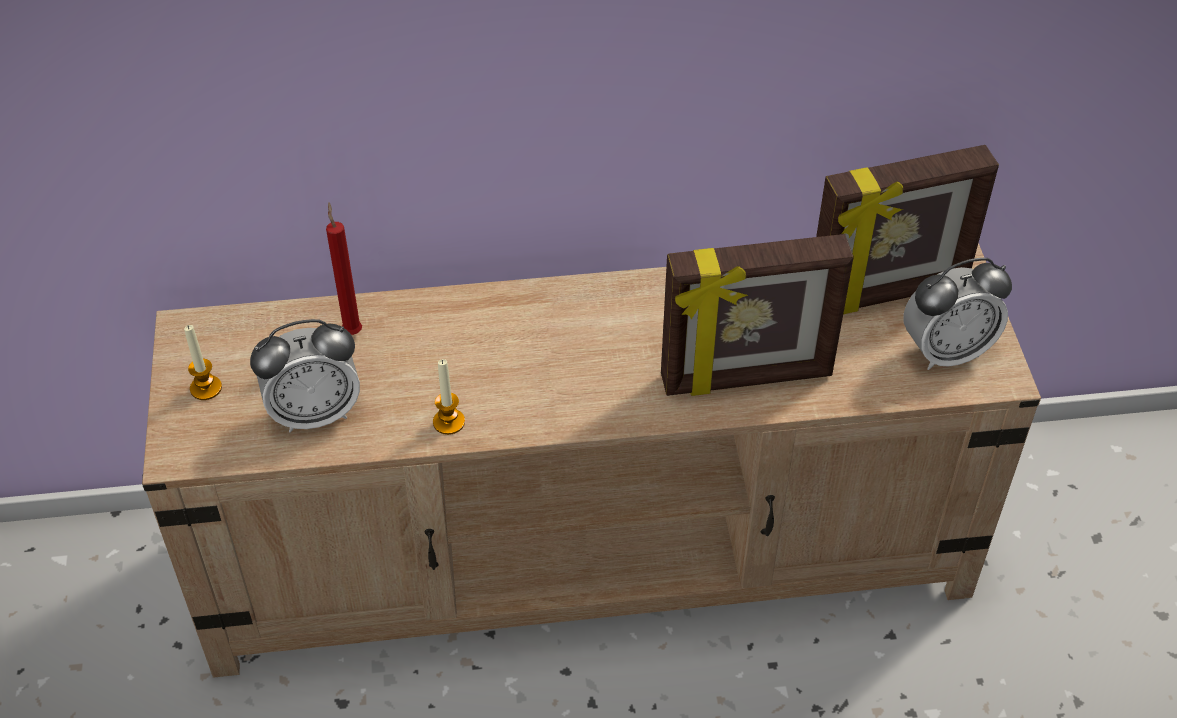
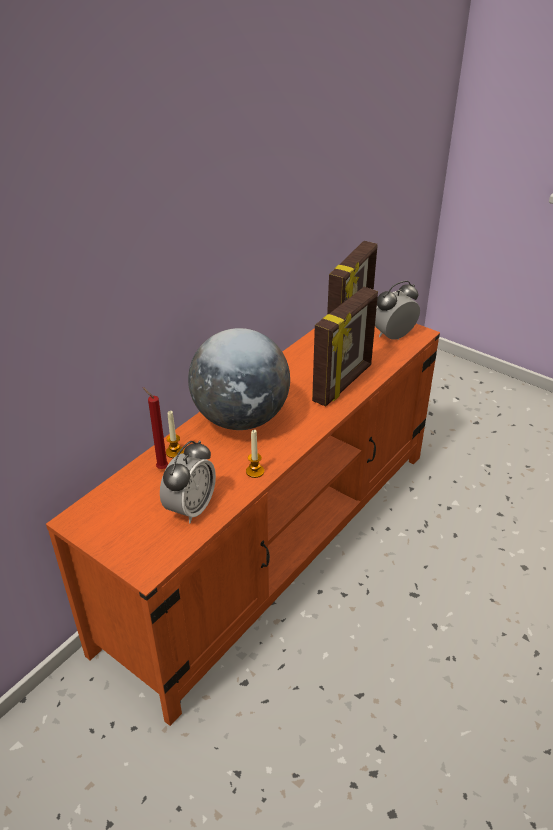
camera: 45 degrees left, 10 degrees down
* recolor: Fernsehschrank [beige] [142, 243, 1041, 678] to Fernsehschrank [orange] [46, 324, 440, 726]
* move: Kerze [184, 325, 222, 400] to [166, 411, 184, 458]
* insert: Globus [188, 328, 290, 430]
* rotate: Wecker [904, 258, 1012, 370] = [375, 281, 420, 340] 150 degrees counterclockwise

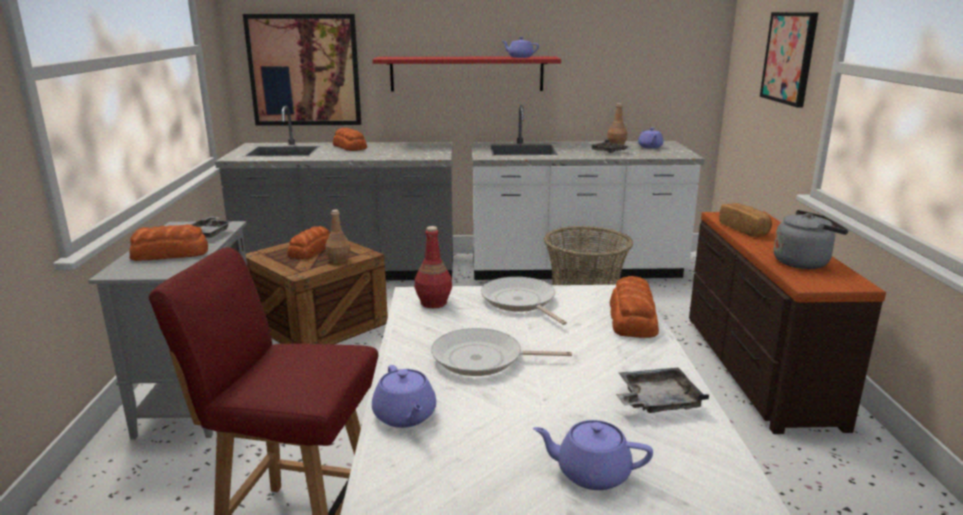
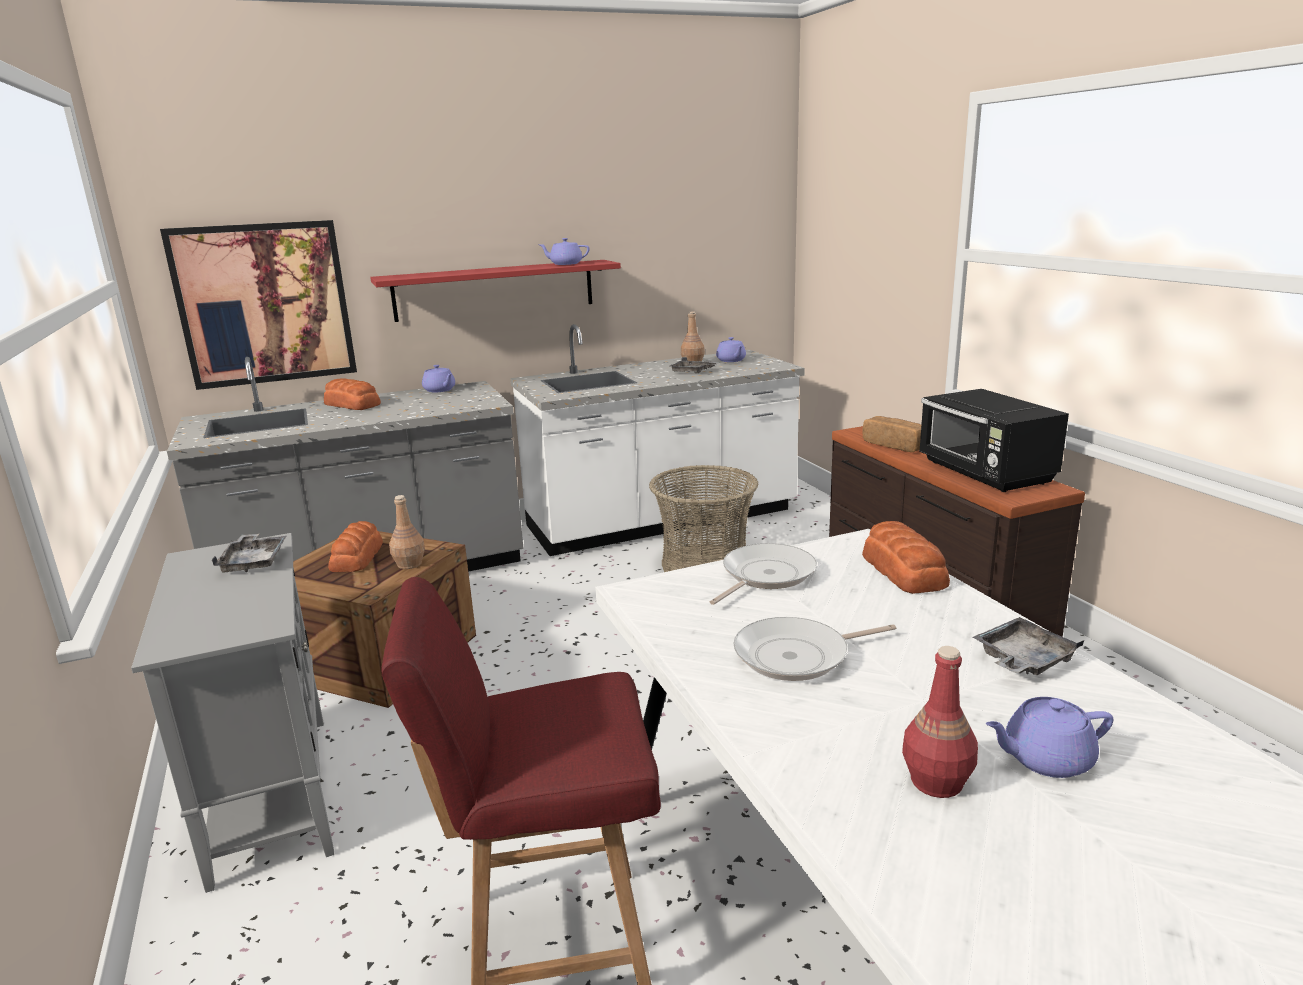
camera: 20 degrees left, 0 degrees up
* move: Teekanne [lila] [372, 365, 436, 428] to [422, 365, 455, 392]
* rotate: Pfanne [481, 277, 567, 325] = [710, 543, 817, 605] 90 degrees clockwise
* move: Flasche [rot] [415, 226, 452, 308] to [902, 646, 978, 798]
* replace: Wasserkessel [grau] [774, 210, 849, 269] to Mikrowelle [schwarz] [919, 389, 1069, 492]
* delete: Brot [129, 225, 208, 261]
* delete: Bild [760, 12, 818, 107]

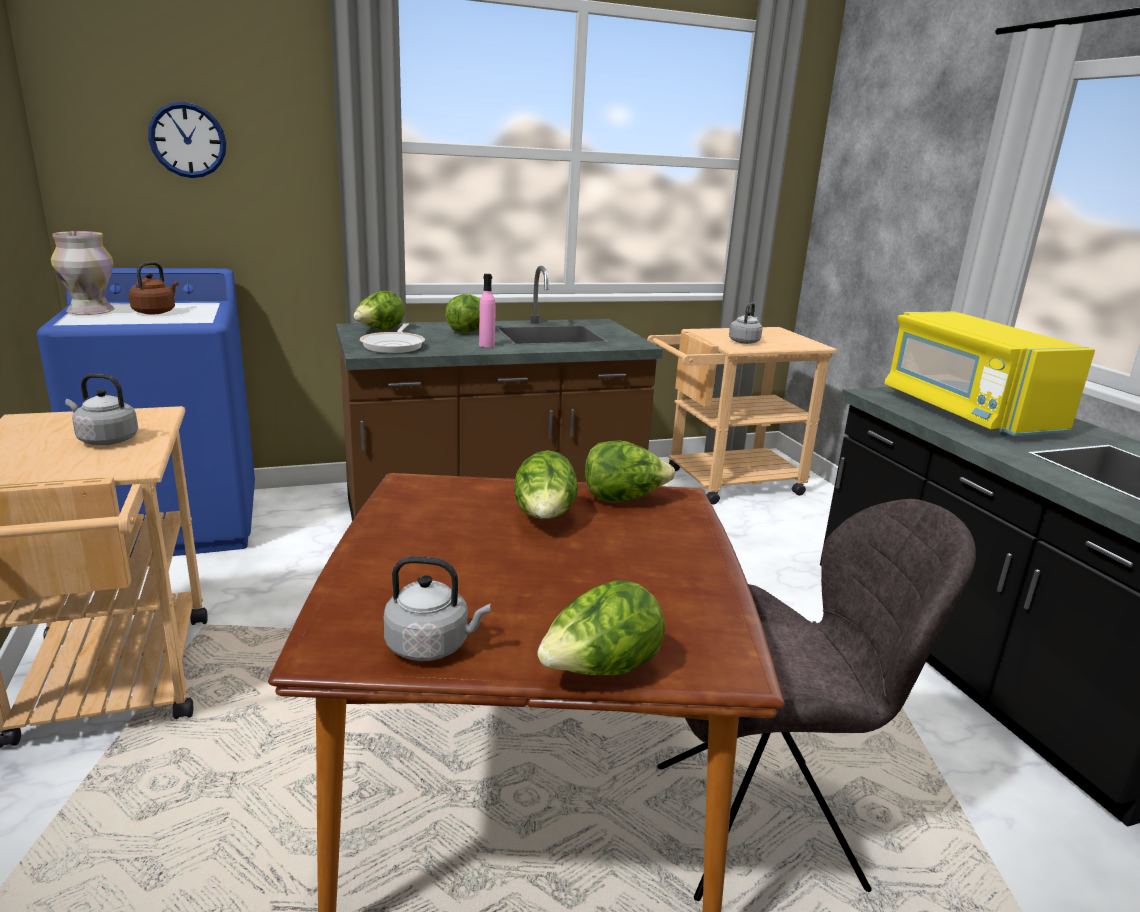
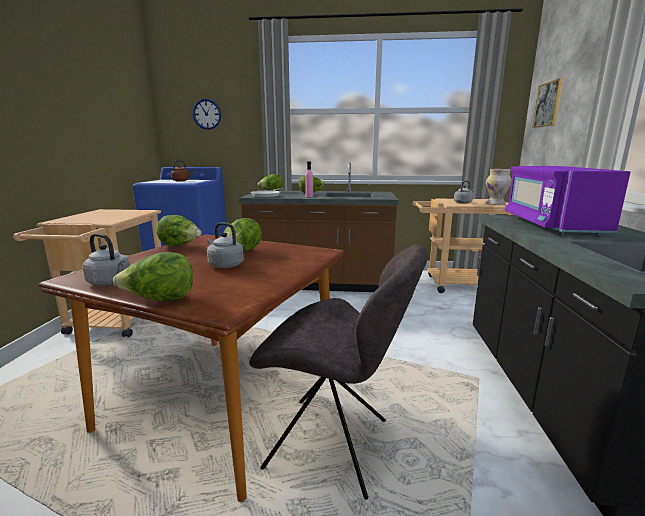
camera: 25 degrees right, 5 degrees down
* move: Salatkopf [585, 440, 675, 503] to [156, 215, 202, 247]
* move: Wasserkessel [grau] [65, 374, 138, 445] to [207, 222, 244, 268]
* move: Vase [51, 231, 115, 315] to [486, 169, 512, 205]
* recolor: Mikrowelle [gelb] [884, 312, 1095, 436] to Mikrowelle [lila] [505, 166, 631, 235]
* insert: Bild [533, 78, 563, 128]

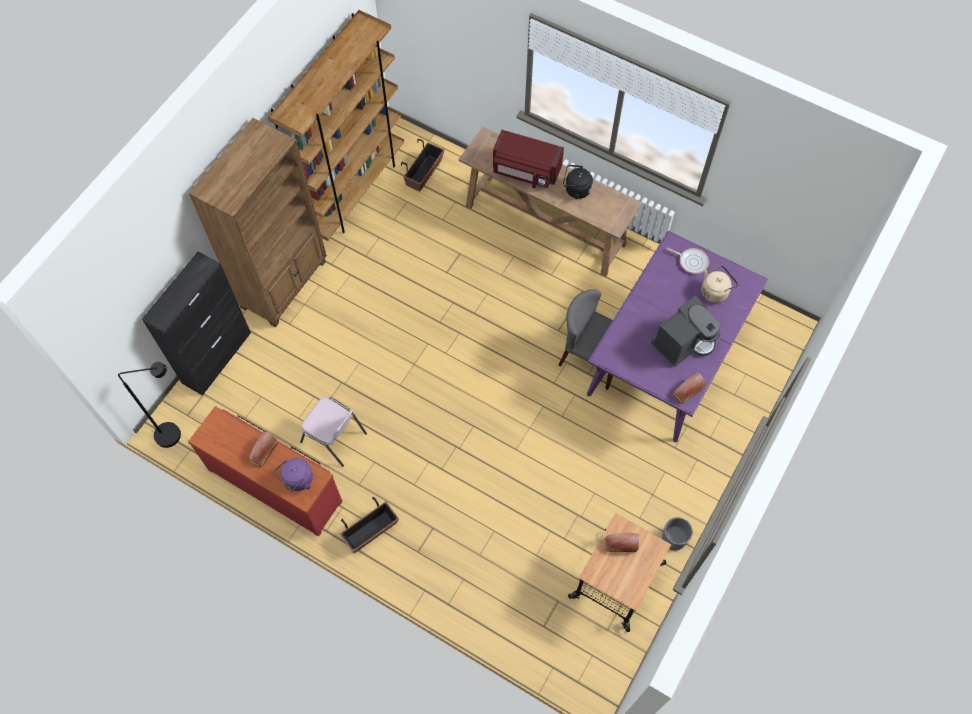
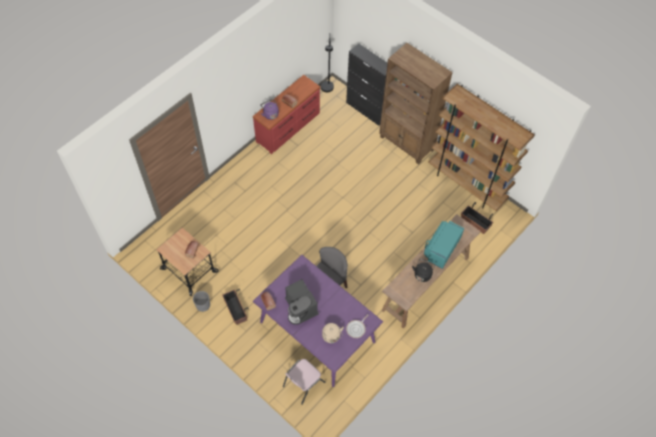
camera: 100 degrees right, 5 degrees down
* move: Pflanzkübel [340, 497, 399, 553] to [222, 289, 249, 325]
* move: Stuhl [rosa] [300, 397, 367, 467] to [283, 359, 325, 405]
* recolor: Mikrowelle [rot] [493, 130, 564, 188] to Mikrowelle [türkis] [424, 221, 464, 269]

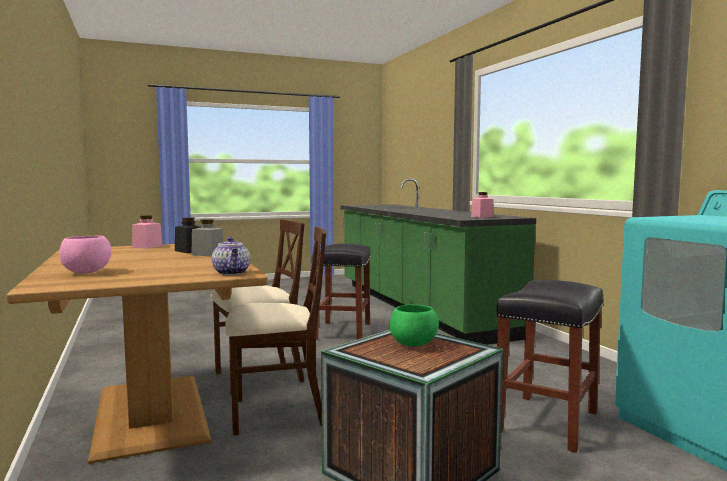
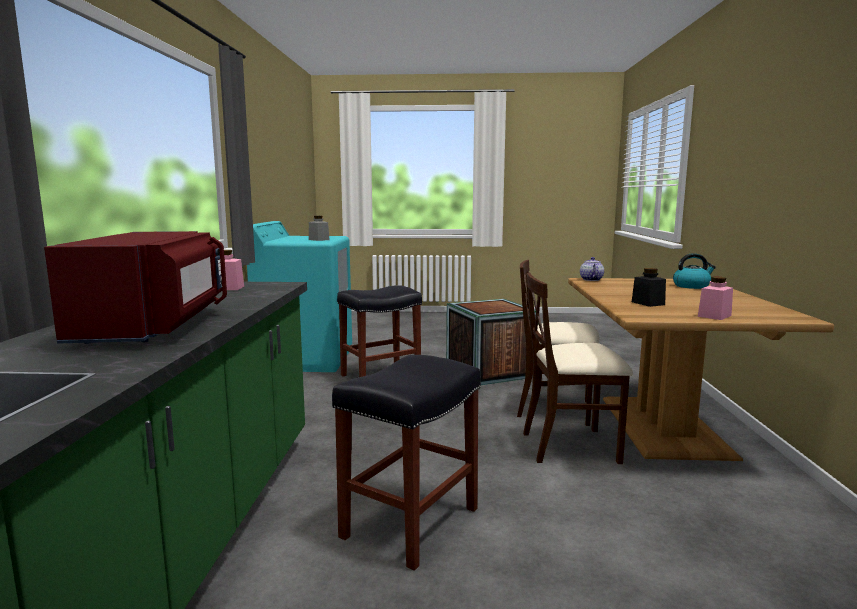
camera: 155 degrees left, 5 degrees up
* insert: Mikrowelle [rot] [44, 231, 227, 344]
* move: Vorratsglas [grau] [192, 219, 223, 257] to [309, 216, 330, 241]
* replace: Schüssel [rosa] [59, 235, 112, 273] to Wasserkessel [673, 253, 716, 289]
* delete: Schüssel [grün] [390, 305, 439, 346]

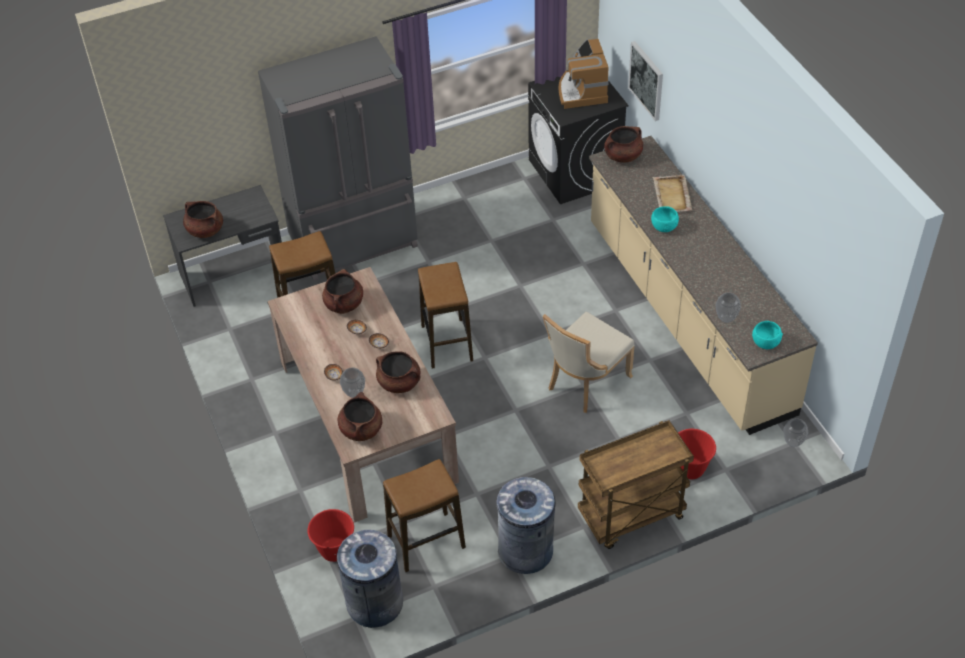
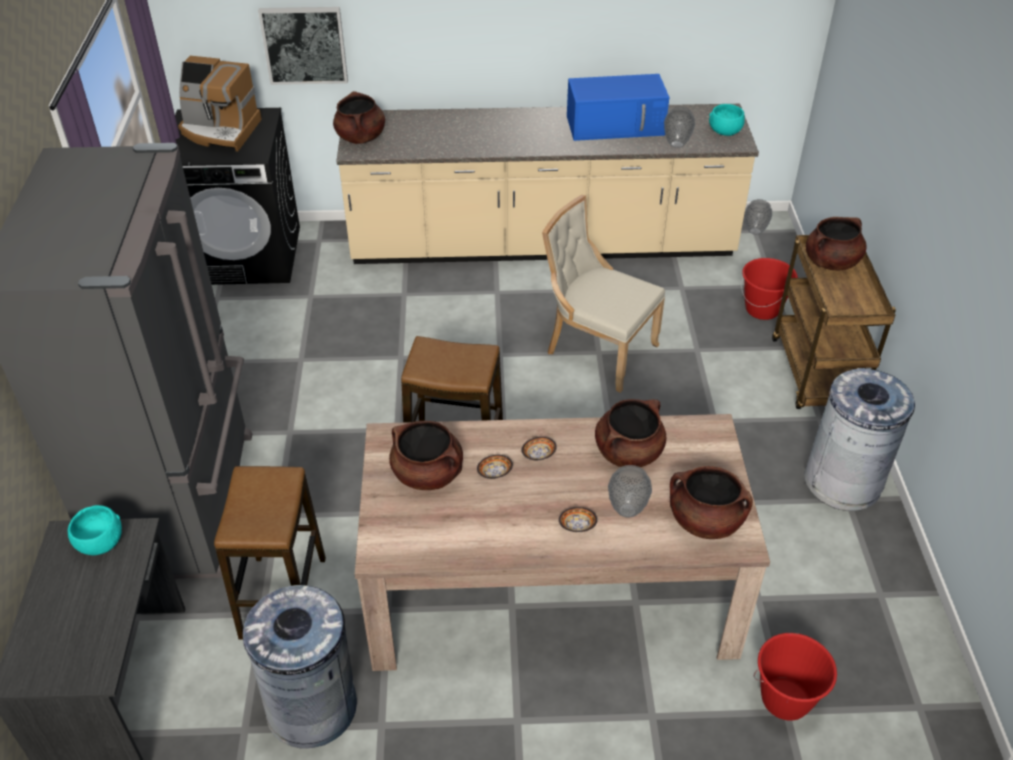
camera: 70 degrees left, 5 degrees down
* move: Schüssel [türkis] [651, 206, 679, 232] to [68, 505, 122, 556]
* move: Mülleimer [grau] [334, 530, 403, 628] to [243, 585, 357, 749]
* rotate: Stuhl [beige] [543, 312, 634, 413] = [542, 195, 665, 393] 150 degrees clockwise
* insert: Mikrowelle [blau] [567, 74, 669, 141]
* move: Kochtopf [braun] [183, 201, 223, 238] to [806, 217, 867, 270]
* delete: Hocker [383, 459, 466, 572]
* delete: Tablett [beige] [653, 175, 692, 212]

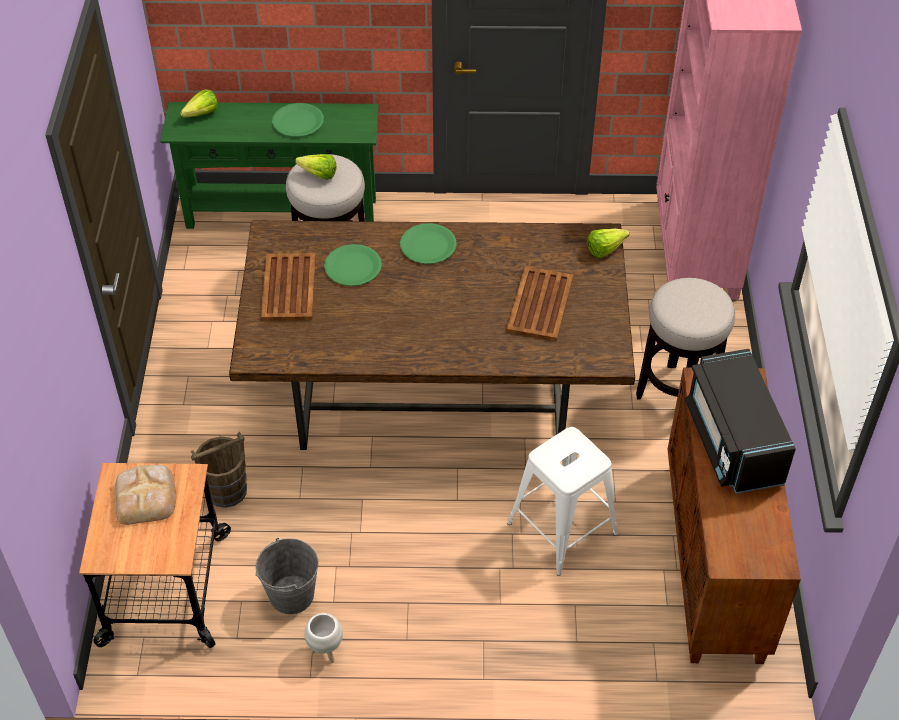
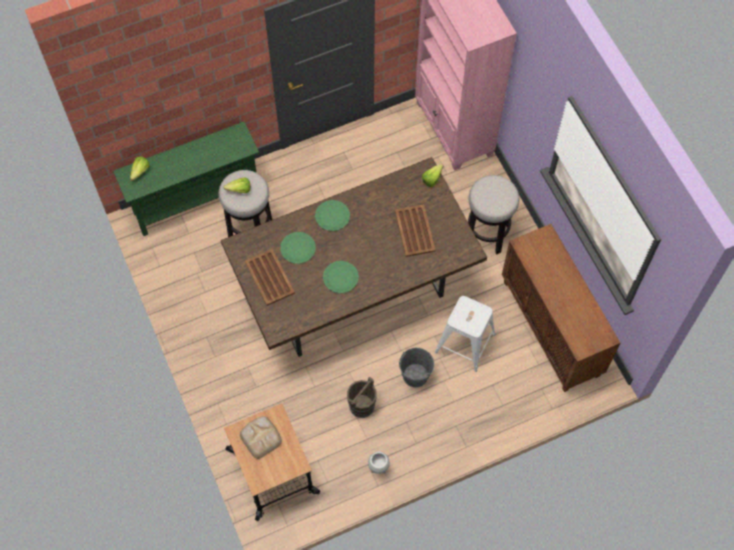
camera: 25 degrees left, 15 degrees up
* move: Teller [grün] [272, 103, 324, 137] to [323, 261, 359, 293]
* move: Eimer [braun] [191, 432, 247, 508] to [347, 377, 377, 418]
* move: Eimer [grau] [255, 538, 318, 614] to [399, 348, 434, 387]
* delete: Mikrowelle [schwarz] [685, 349, 796, 494]

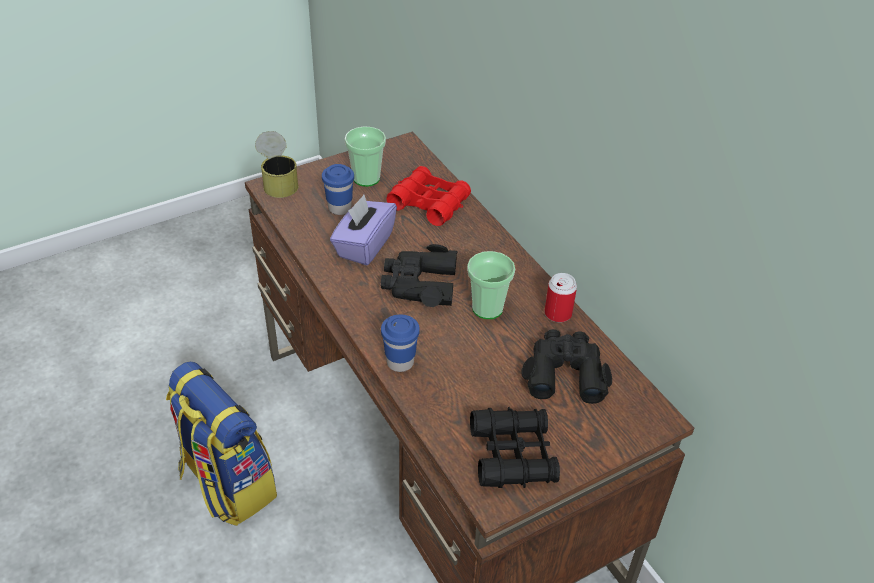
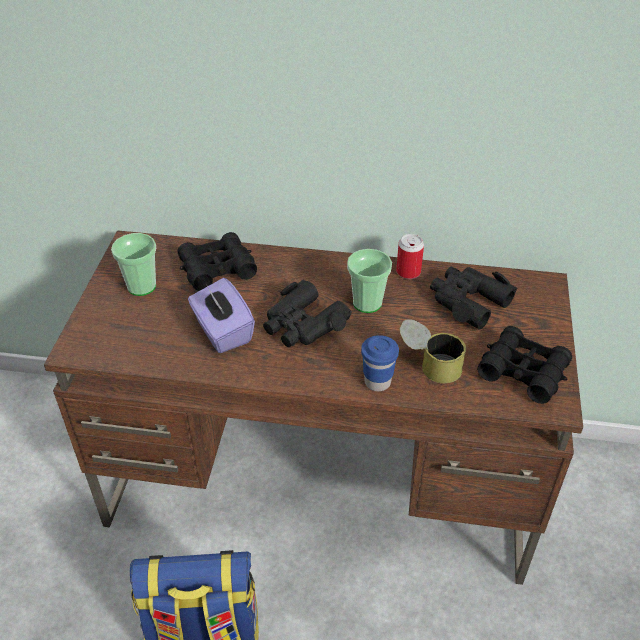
camera: 50 degrees left, 0 degrees up
* recolor: Fernglas [rot] [386, 166, 471, 226] to Fernglas [schwarz] [177, 232, 257, 291]
* move: Dose [255, 131, 299, 198] to [400, 319, 466, 383]
* delete: Tasse [blau] [322, 164, 354, 215]

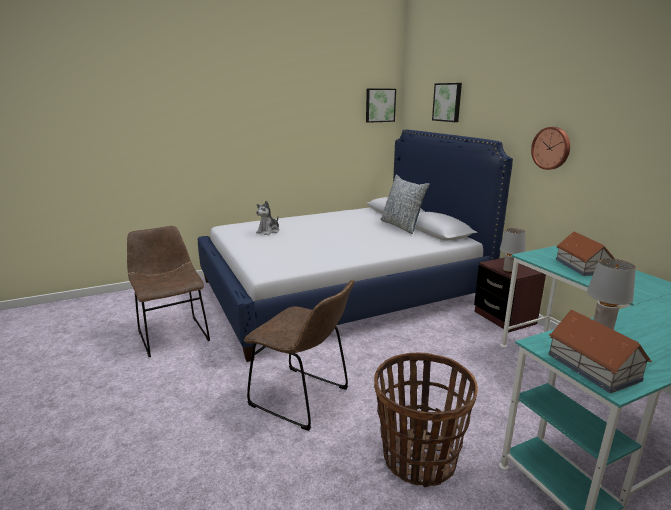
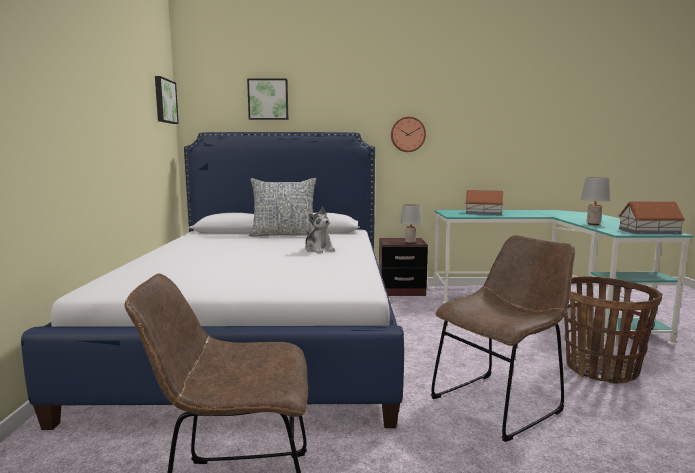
camera: 65 degrees left, 10 degrees down
* move: Plüschtier [256, 201, 279, 235] to [305, 207, 335, 253]

